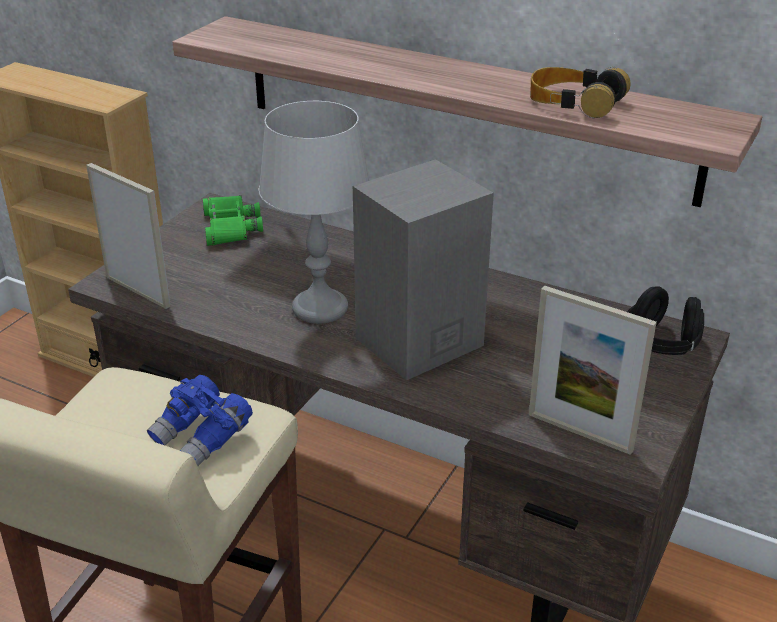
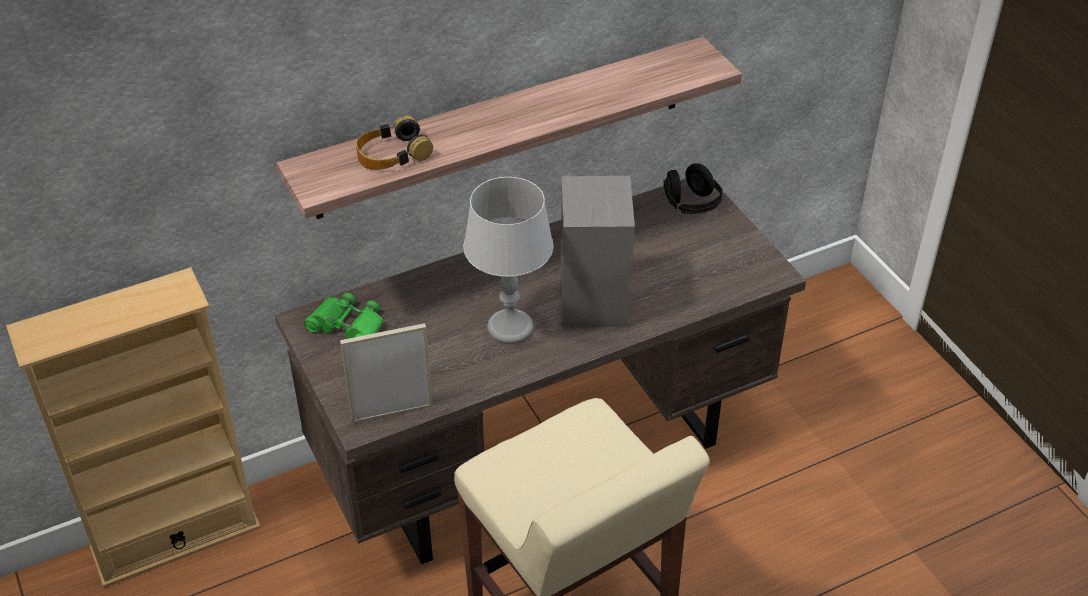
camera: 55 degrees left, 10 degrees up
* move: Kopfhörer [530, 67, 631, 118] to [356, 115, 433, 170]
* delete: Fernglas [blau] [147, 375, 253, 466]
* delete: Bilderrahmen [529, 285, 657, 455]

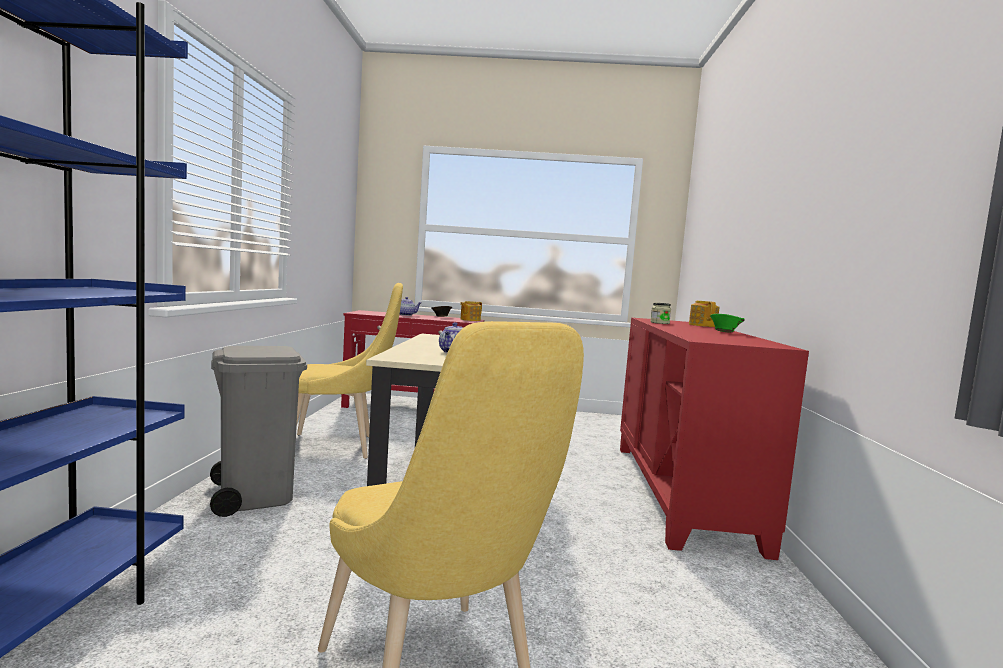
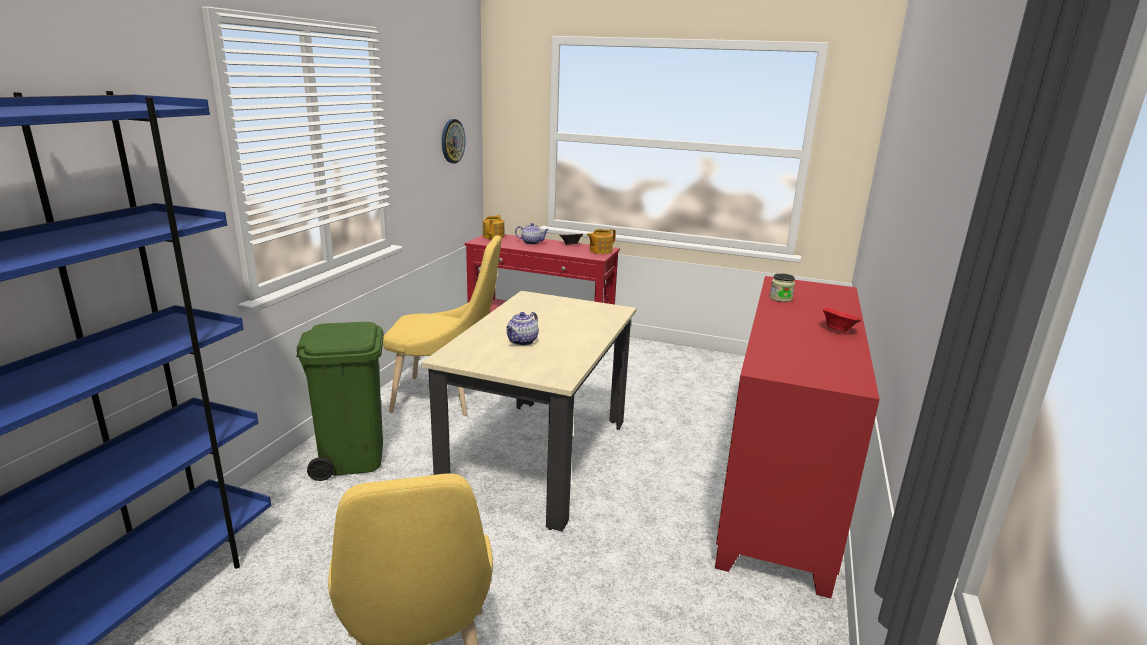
camera: 15 degrees right, 15 degrees up
* recolor: Mülleimer [grau] [210, 346, 307, 517] to Mülleimer [grün] [296, 322, 384, 481]
* insert: Wanduhr [442, 119, 466, 164]
* move: Teekanne [689, 301, 719, 327] to [483, 215, 504, 239]
* recolor: Schüssel [grün] [710, 314, 744, 333] to Schüssel [rot] [823, 308, 861, 332]

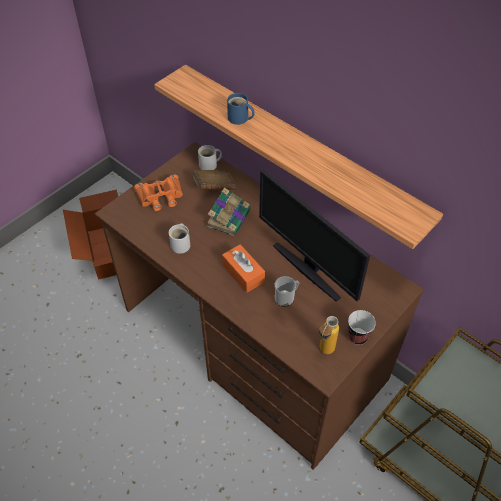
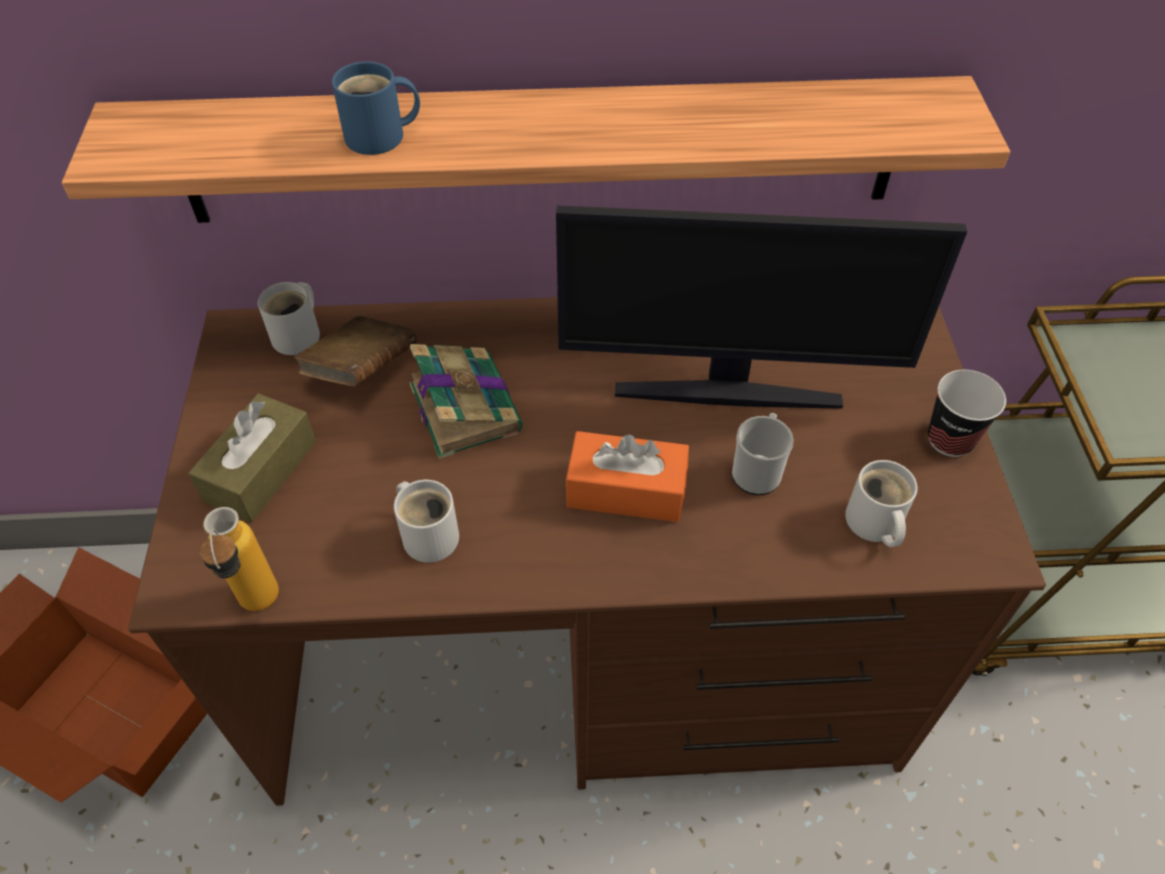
camera: 45 degrees left, 0 degrees up
* replace: Fernglas [orange] [134, 174, 183, 211] to Taschentuchbox [braun] [188, 394, 316, 523]
* move: Flasche [319, 316, 339, 354] to [200, 507, 279, 611]
* insert: Henkelbecher [weiß] [845, 460, 917, 547]

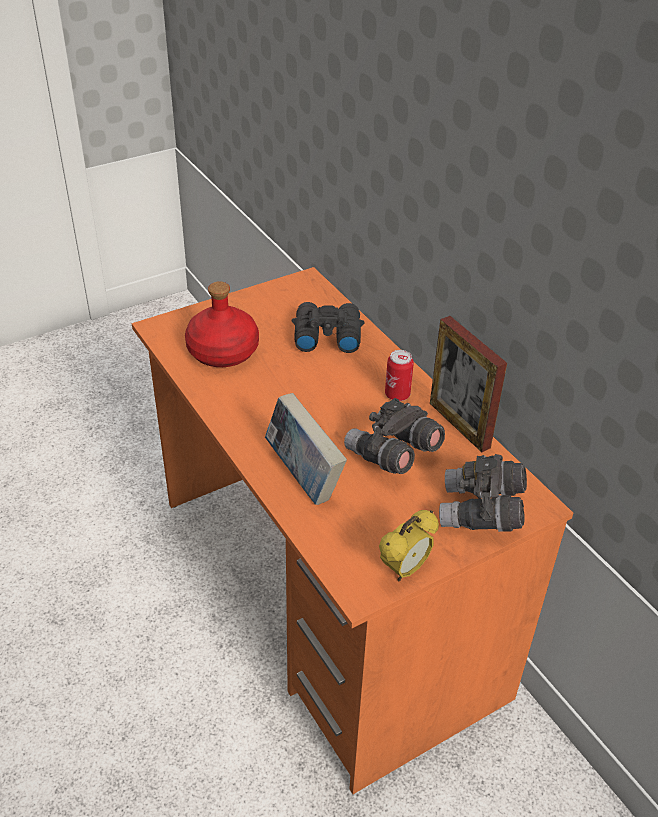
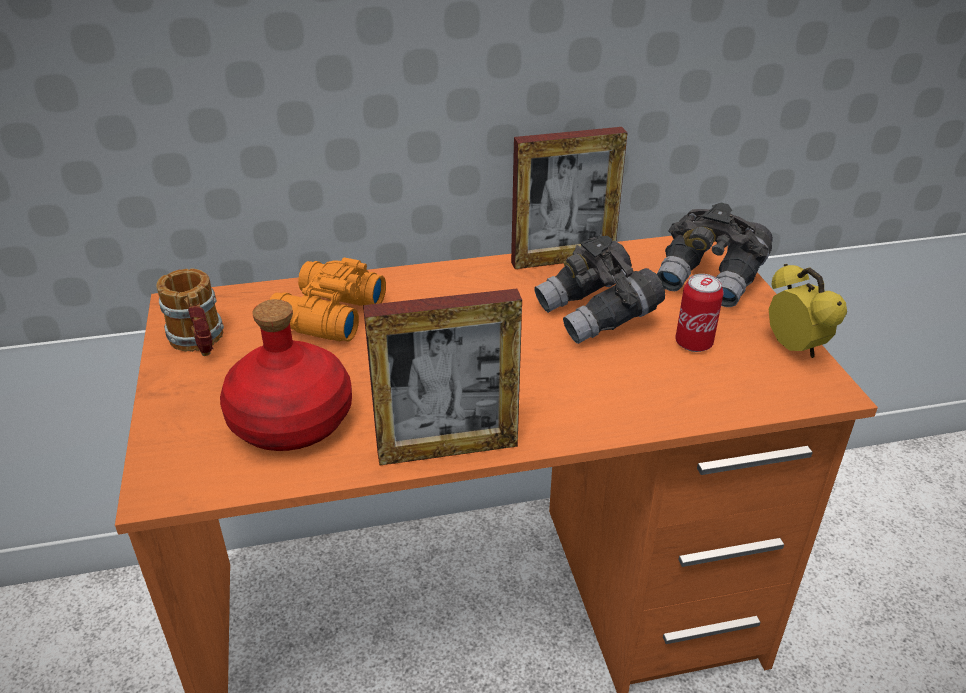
camera: 70 degrees left, 5 degrees down
* insert: Henkelbecher [157, 268, 224, 356]
* recolor: Fernglas [schwarz] [292, 302, 365, 353] to Fernglas [orange] [269, 258, 386, 342]
* insert: Bilderrahmen [363, 289, 522, 466]
* move: Dose [385, 350, 414, 401] to [675, 274, 724, 352]
* delete: Buch [265, 393, 347, 505]

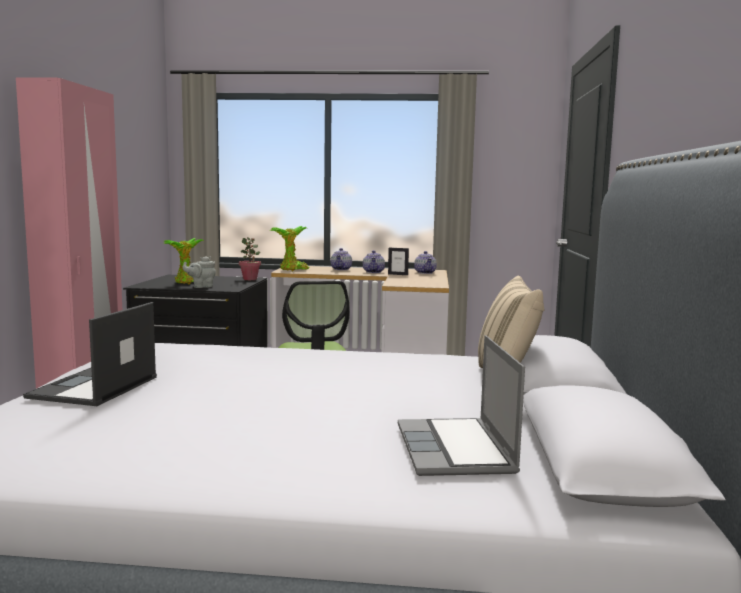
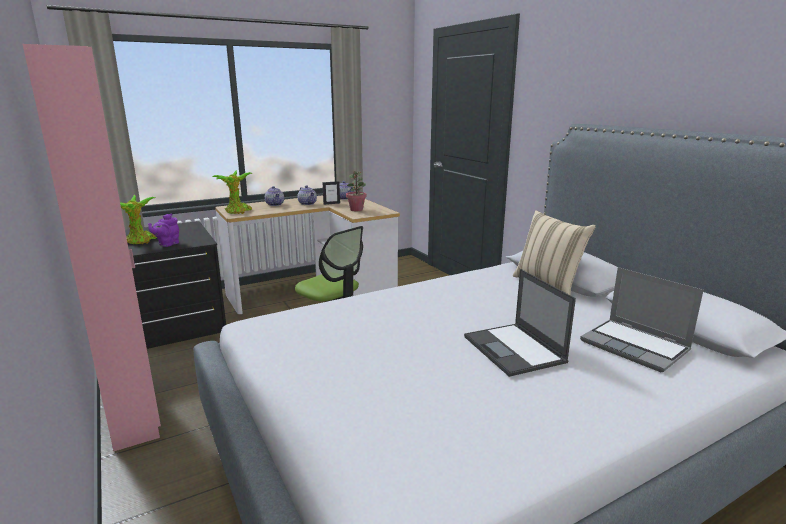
camera: 35 degrees left, 10 degrees up
* recolor: Teekanne [grau] [183, 256, 216, 288] to Teekanne [lila] [148, 213, 179, 247]
* move: Topfpflanze [239, 237, 261, 280] to [346, 171, 367, 211]
* move: Laptop [23, 302, 157, 406] to [464, 269, 576, 377]

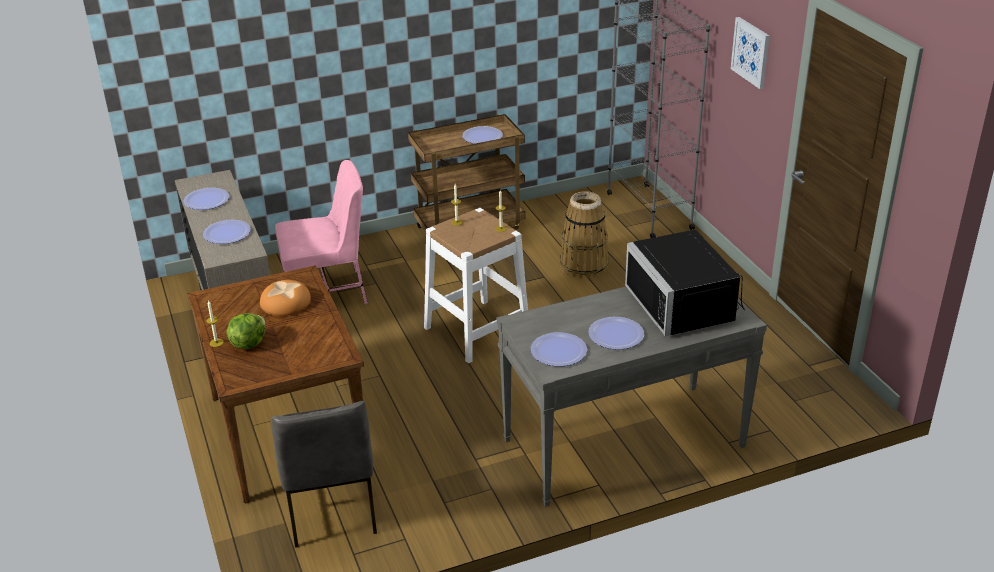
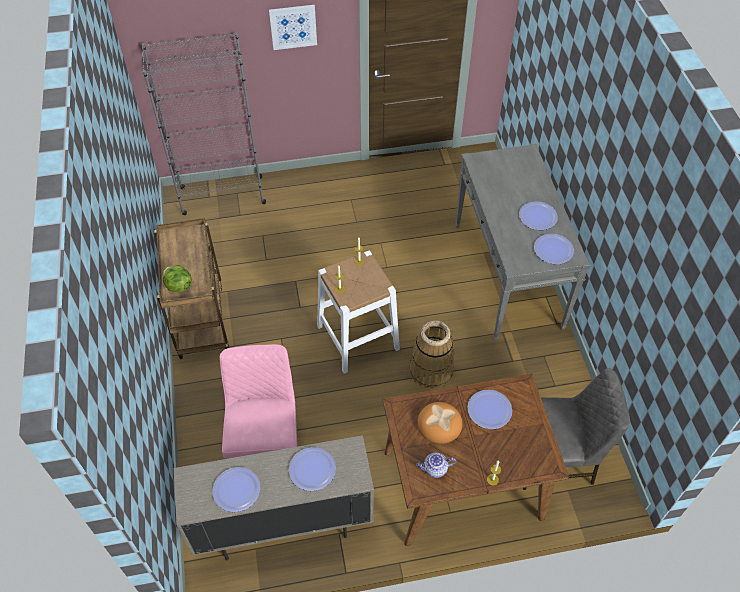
camera: 80 degrees left, 20 degrees up
* move: Salatkopf [227, 313, 265, 349] to [163, 265, 192, 292]
* move: Korb [560, 191, 609, 279] to [409, 320, 455, 389]
* insert: Teekanne [416, 452, 456, 478]
* move: Teller [462, 126, 503, 144] to [468, 390, 512, 429]
* delete: Mikrowelle [schwarz] [625, 229, 745, 336]

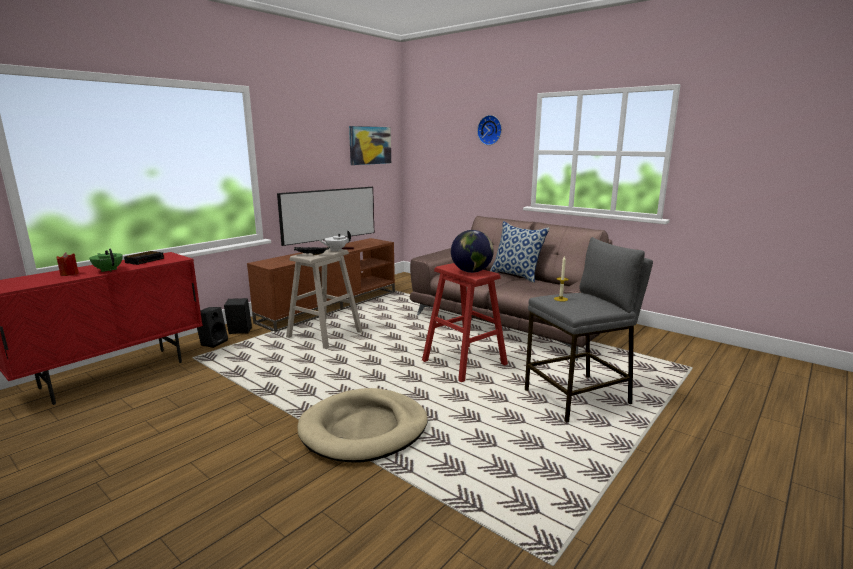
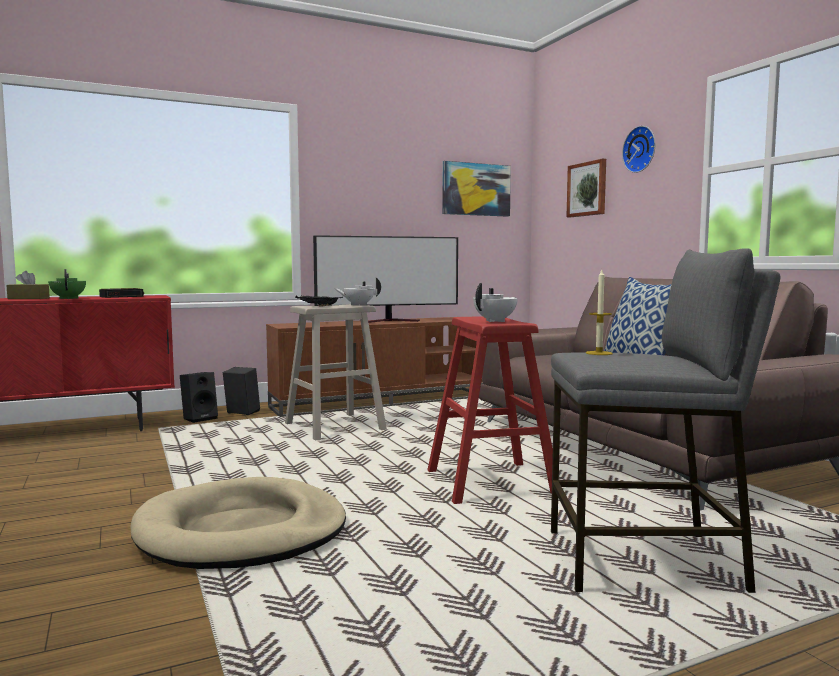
camera: 25 degrees right, 10 degrees down
* replace: Kerze [rot] [57, 252, 79, 276] to Taschentuchbox [braun] [7, 271, 50, 299]
* replace: Globus [451, 230, 494, 273] to Teekanne [weiß] [473, 283, 518, 322]
* insert: Bild [567, 159, 606, 218]

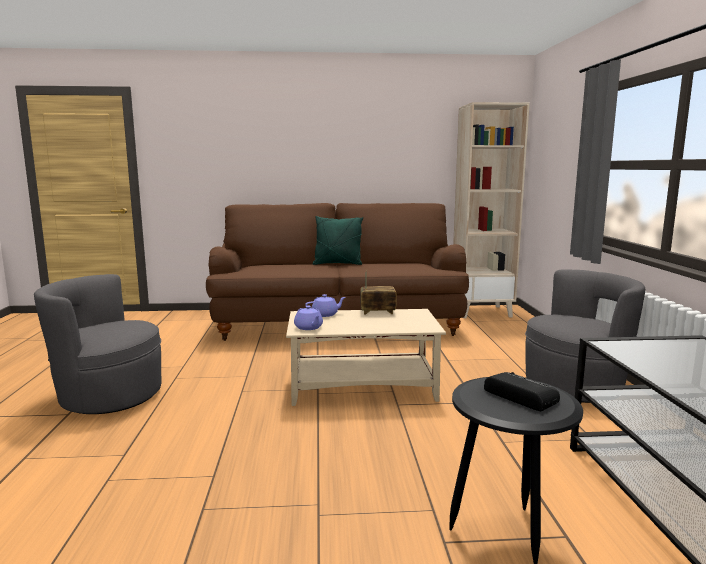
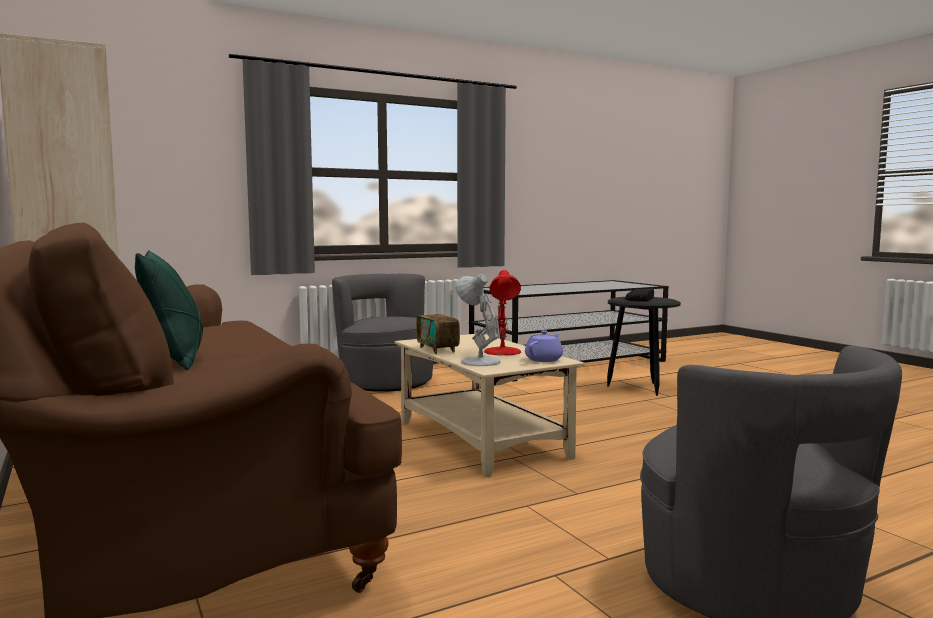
camera: 115 degrees left, 5 degrees down
* replace: Teekanne [lila] [305, 294, 346, 317] to Tischlampe [weiß] [455, 274, 501, 366]
* insert: Tischlampe [rot] [484, 270, 521, 356]

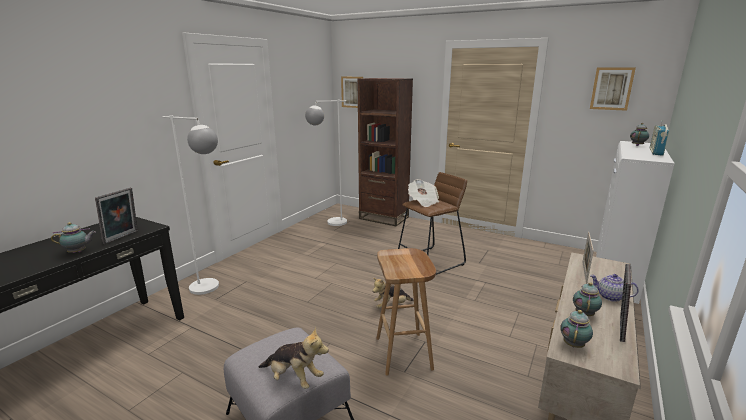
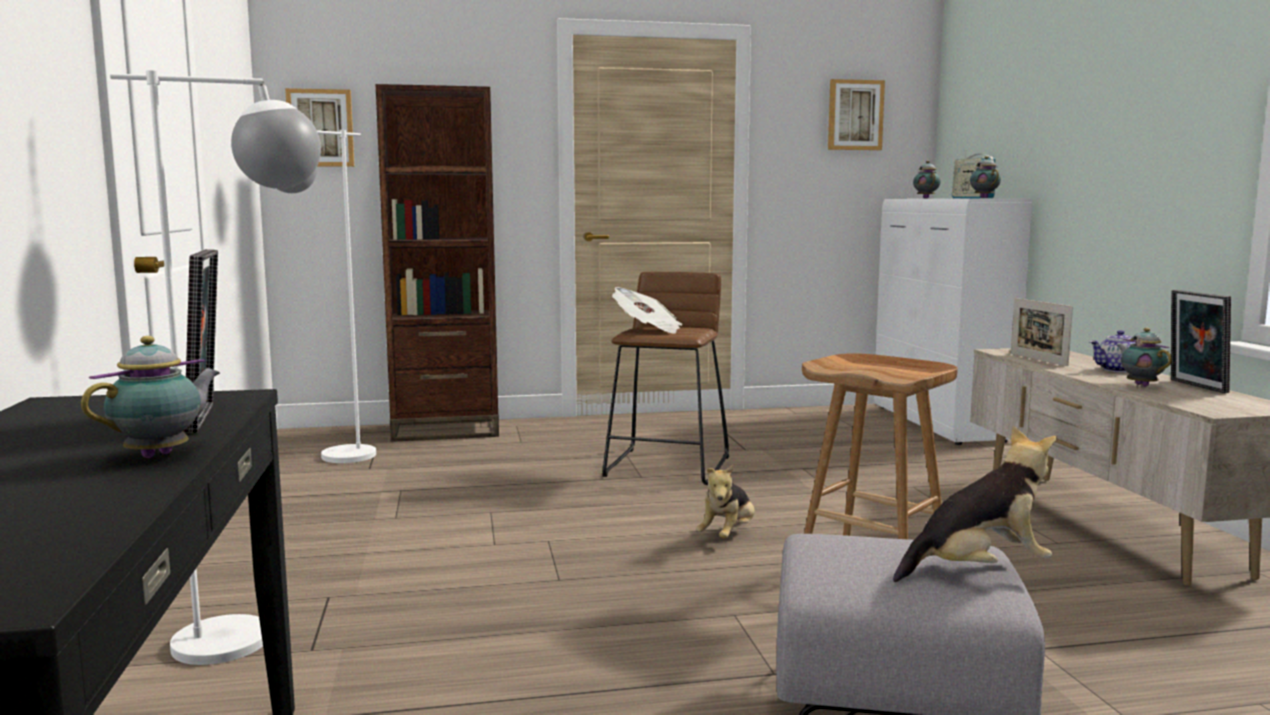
camera: 40 degrees left, 10 degrees down
* move: Teekanne [560, 310, 593, 348] to [970, 156, 1001, 198]

